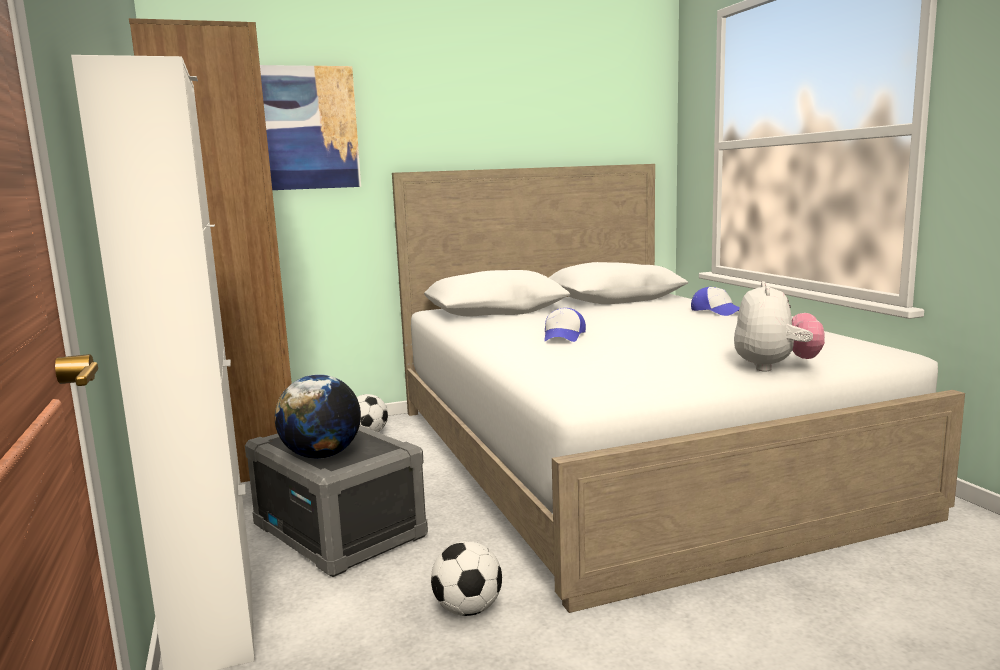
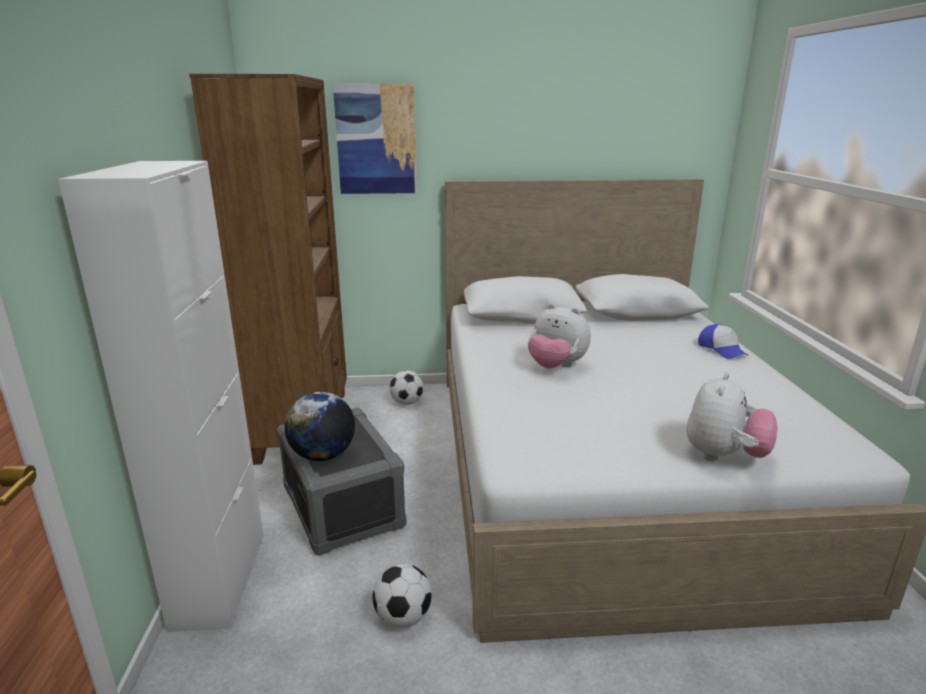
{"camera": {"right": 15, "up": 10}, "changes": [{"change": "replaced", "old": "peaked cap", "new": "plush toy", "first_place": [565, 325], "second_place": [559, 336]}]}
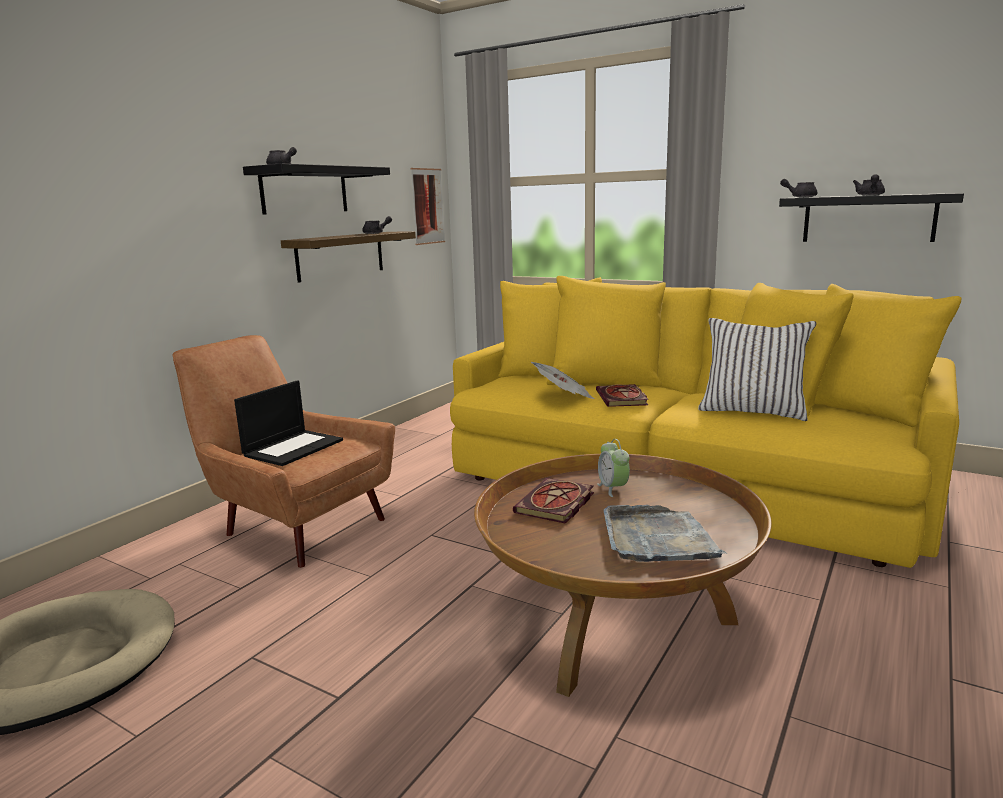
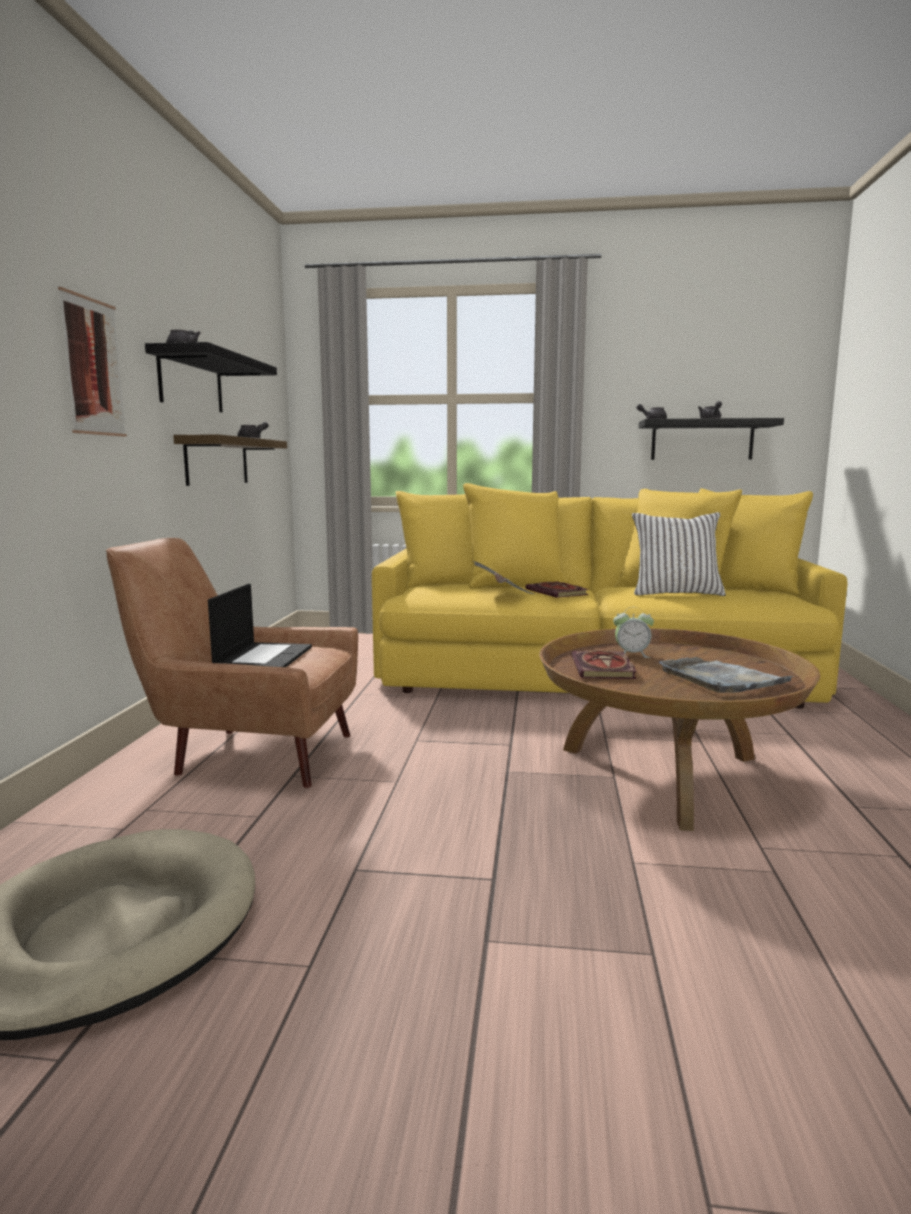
{"camera": {"right": -25, "up": -5}, "changes": [{"change": "moved", "old": "wall art", "first_place": [428, 206], "second_place": [92, 362]}, {"change": "turned", "old": "alarm clock", "first_place": [613, 468], "second_place": [633, 632], "degrees": -45}]}
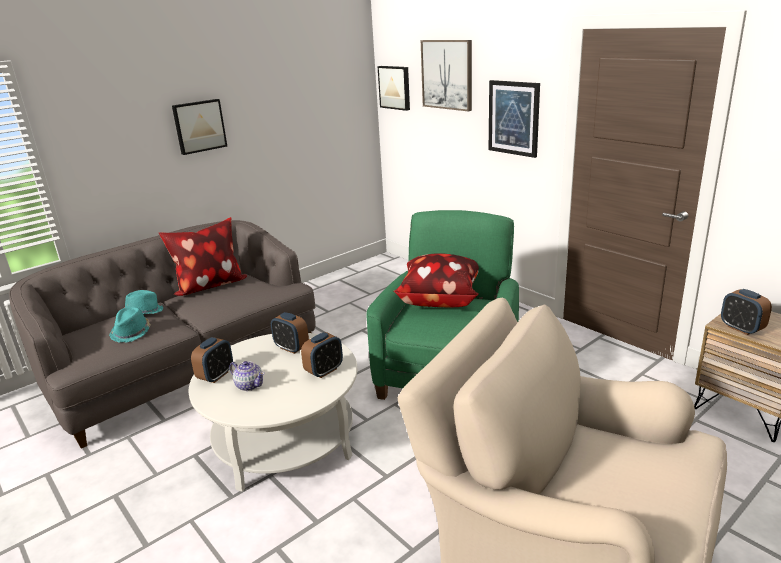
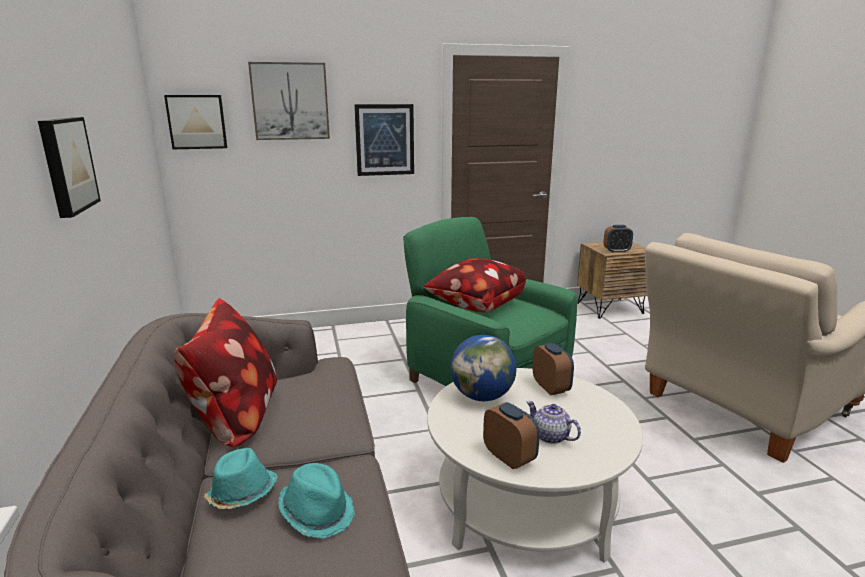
{"camera": {"right": -65, "up": -5}, "changes": [{"change": "turned", "old": "teapot", "first_place": [247, 376], "second_place": [554, 422], "degrees": -105}, {"change": "replaced", "old": "alarm clock", "new": "world globe", "first_place": [290, 333], "second_place": [483, 368]}]}
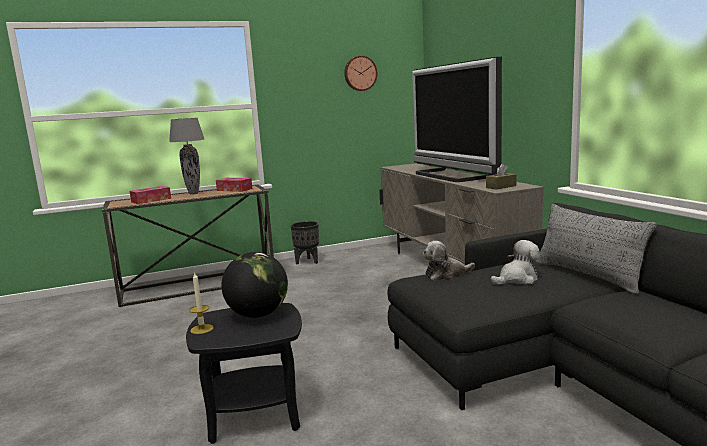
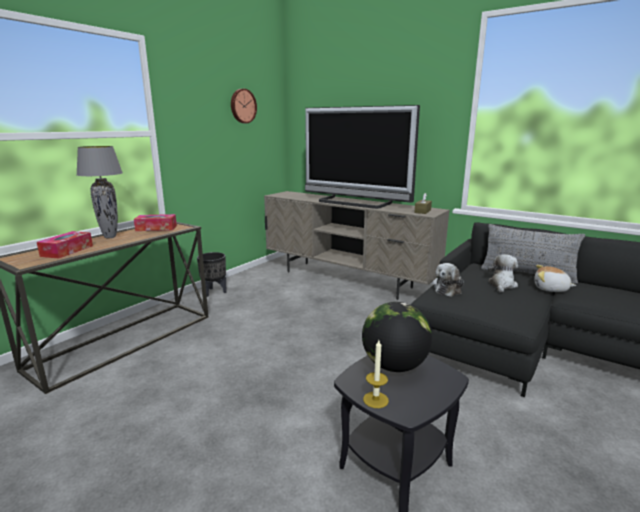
{"camera": {"right": -35, "up": 5}, "changes": [{"change": "added", "new": "plush toy", "second_place": [555, 278]}]}
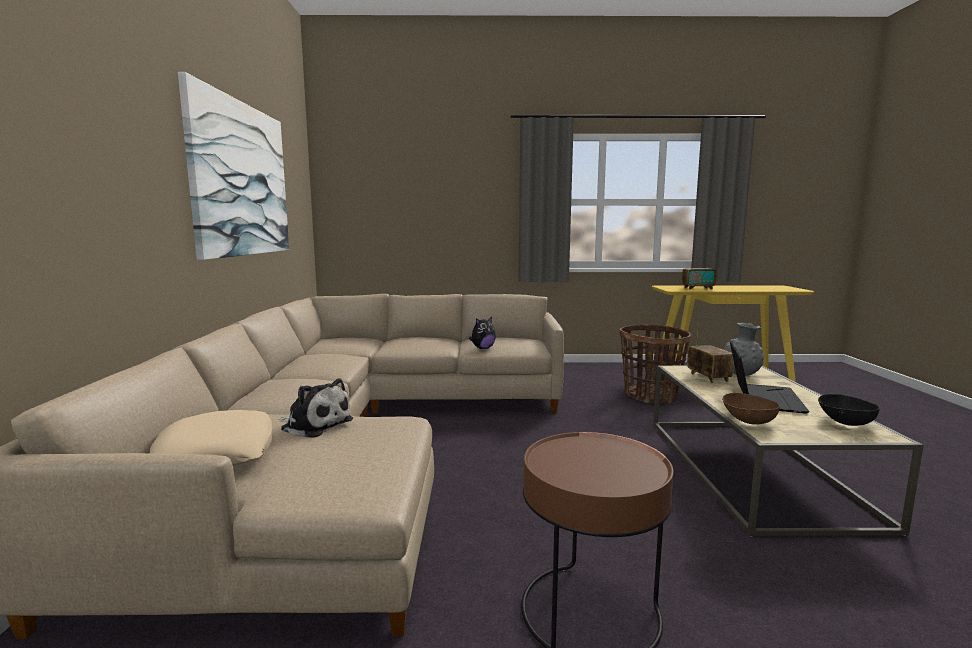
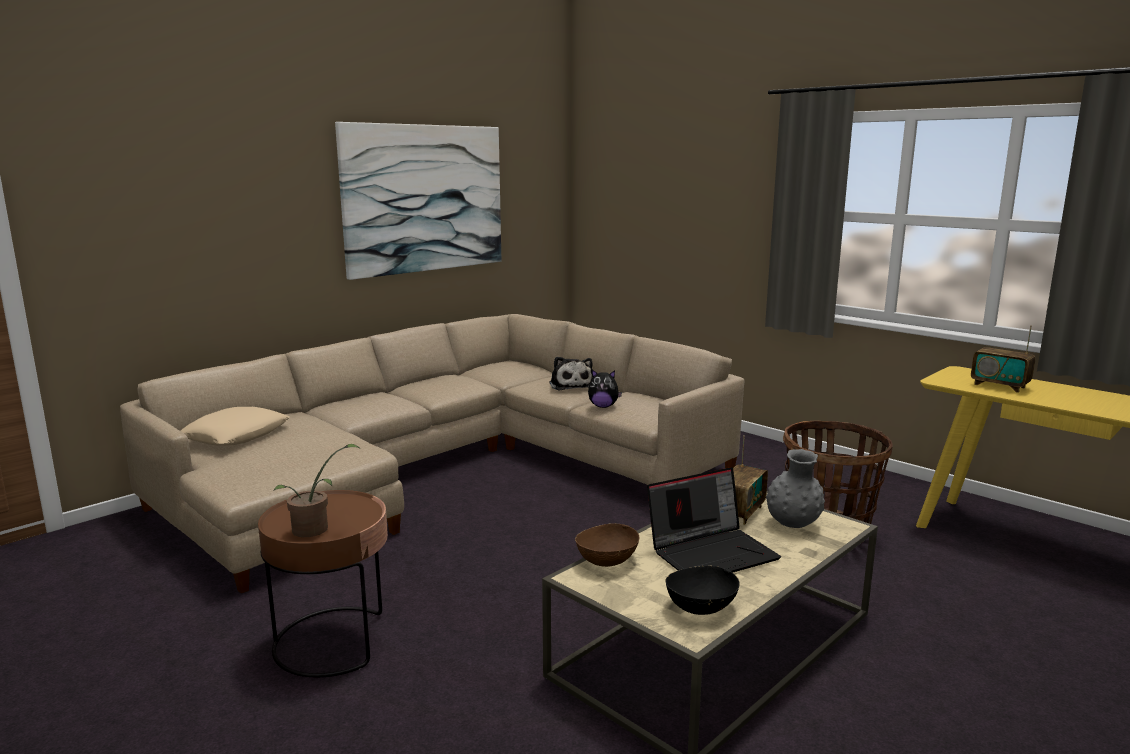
{"camera": {"right": 45, "up": 5}, "changes": [{"change": "moved", "old": "plush toy", "first_place": [315, 408], "second_place": [571, 374]}, {"change": "added", "new": "potted plant", "second_place": [316, 490]}]}
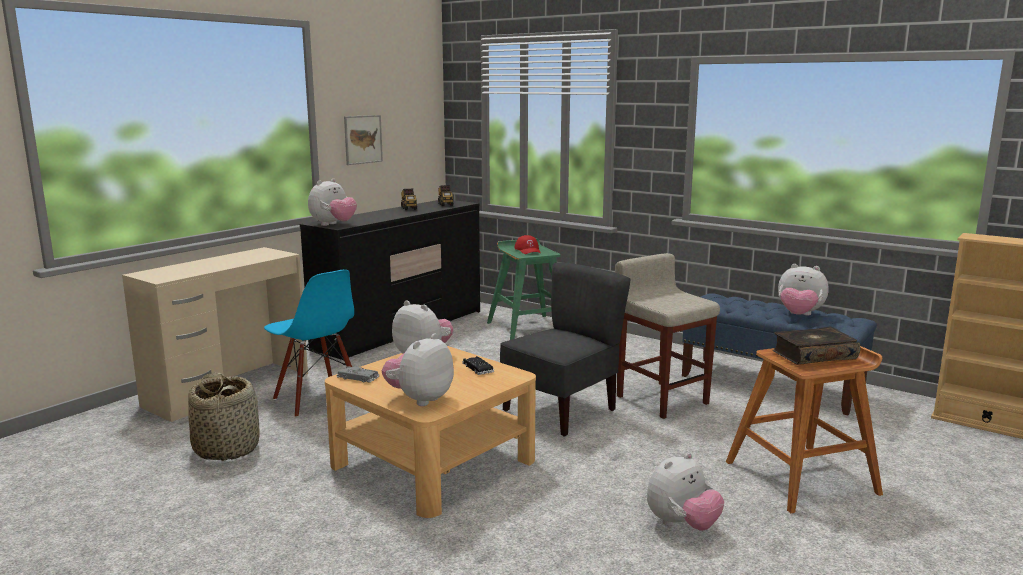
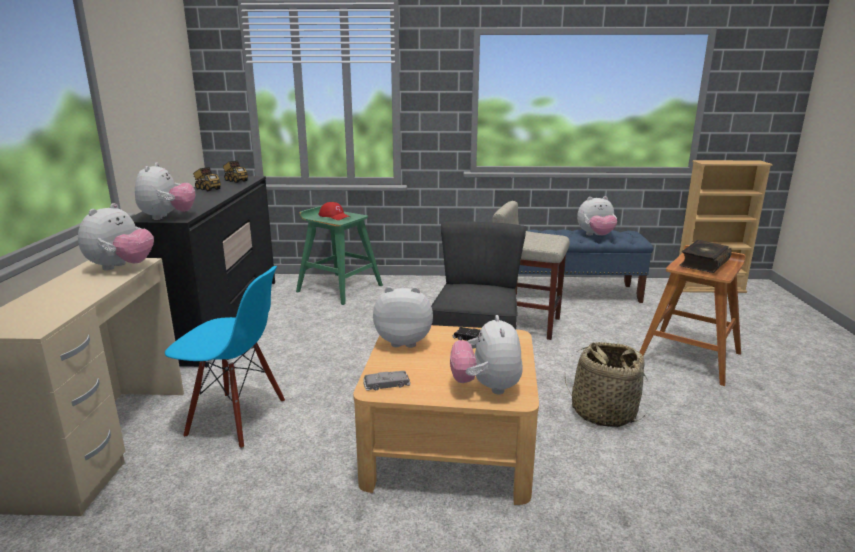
{"camera": {"right": -35, "up": 5}, "changes": [{"change": "moved", "old": "basket", "first_place": [224, 416], "second_place": [606, 384]}, {"change": "removed", "old": "wall art", "first_place": [363, 140]}, {"change": "moved", "old": "plush toy", "first_place": [685, 492], "second_place": [116, 236]}]}
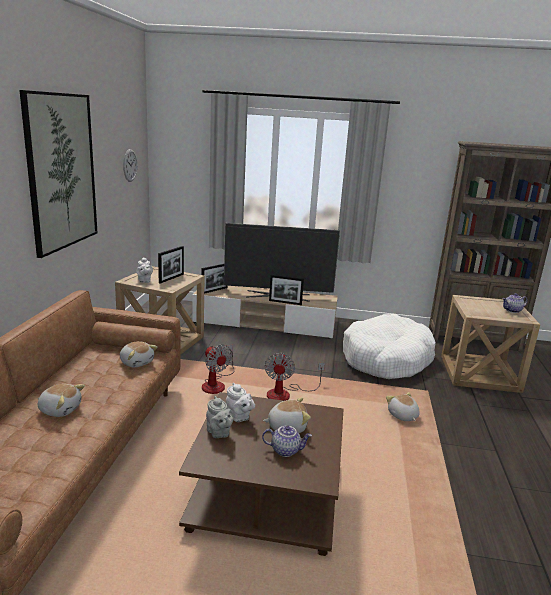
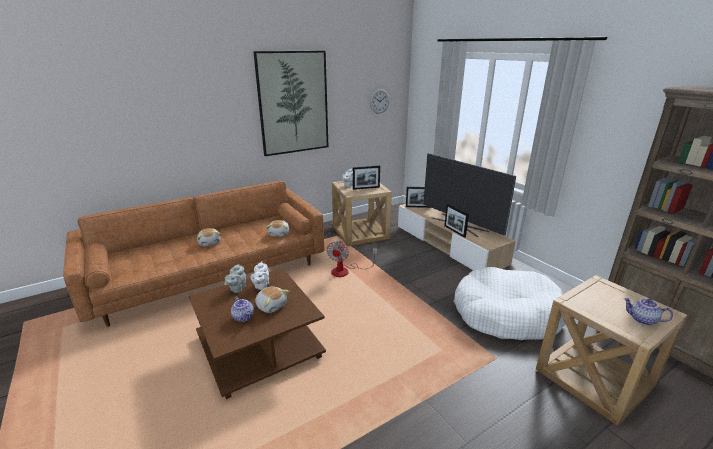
{"camera": {"right": 50, "up": 5}, "changes": [{"change": "removed", "old": "electric fan", "first_place": [294, 376]}, {"change": "removed", "old": "plush toy", "first_place": [403, 406]}]}
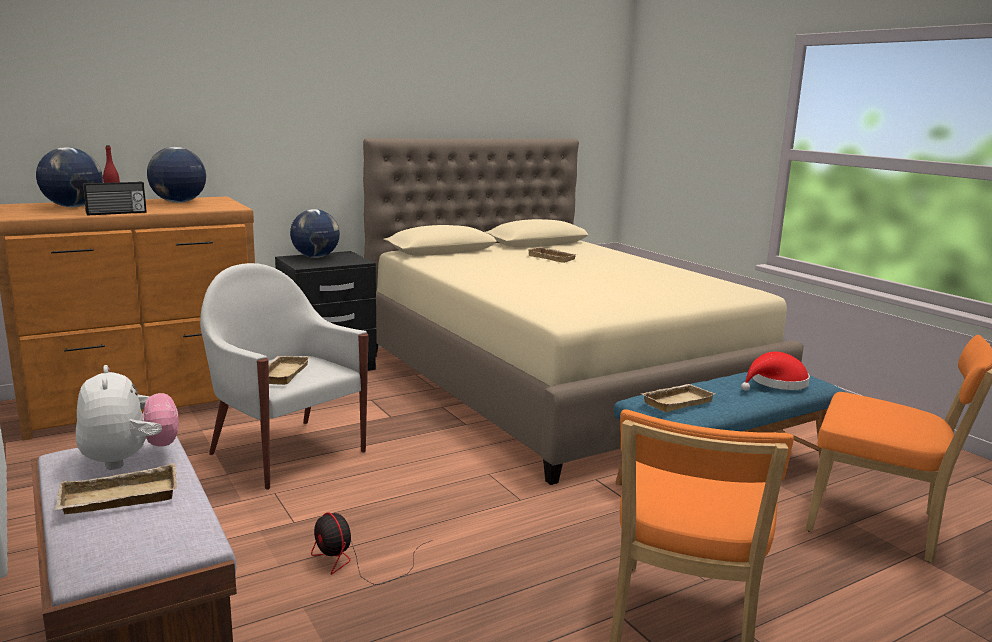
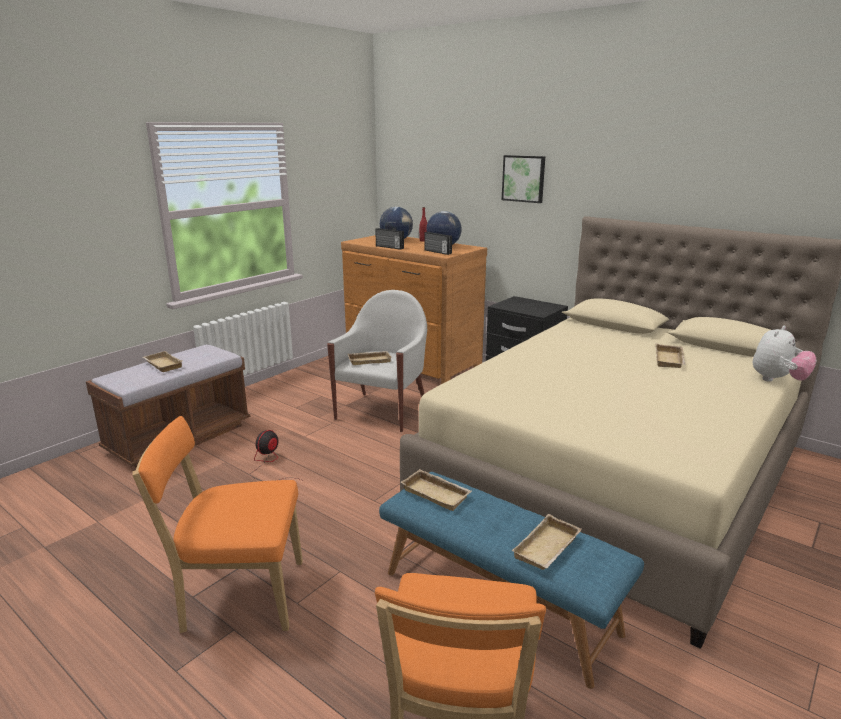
{"camera": {"right": 70, "up": 5}, "changes": [{"change": "moved", "old": "plush toy", "first_place": [127, 417], "second_place": [785, 354]}, {"change": "removed", "old": "world globe", "first_place": [315, 233]}, {"change": "replaced", "old": "red clothing hat", "new": "beige serving tray", "first_place": [775, 371], "second_place": [546, 542]}, {"change": "added", "new": "radio set", "second_place": [438, 243]}, {"change": "added", "new": "wall art", "second_place": [523, 179]}]}
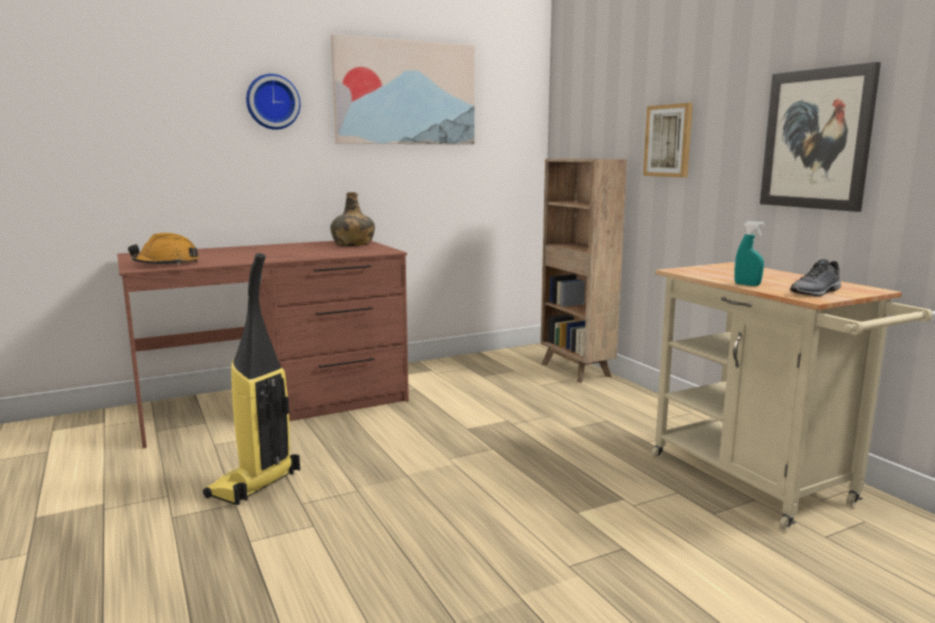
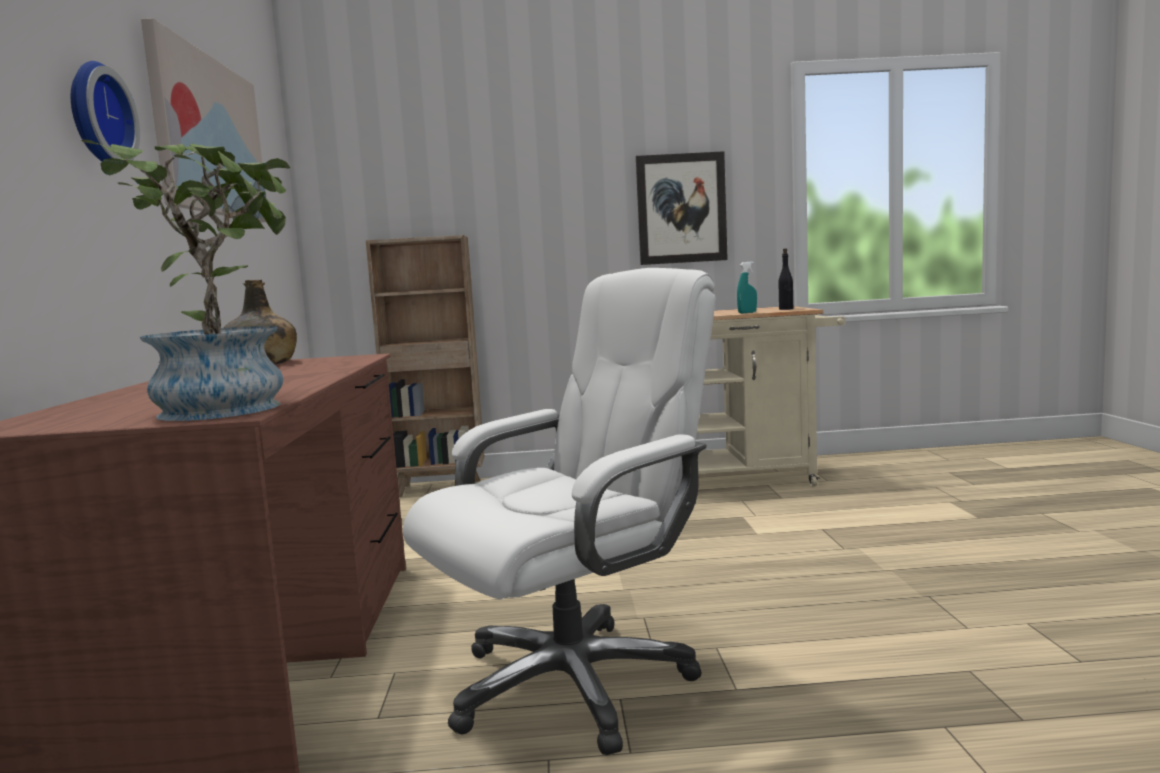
{"camera": {"right": -65, "up": -5}, "changes": [{"change": "replaced", "old": "orangey work helmet", "new": "potted plant", "first_place": [163, 249], "second_place": [185, 280]}, {"change": "replaced", "old": "vacuum cleaner", "new": "white office chair", "first_place": [251, 379], "second_place": [559, 511]}, {"change": "removed", "old": "wall art", "first_place": [668, 140]}, {"change": "replaced", "old": "gray item of footwear", "new": "black-coloured beverage bottle", "first_place": [815, 277], "second_place": [785, 279]}]}
